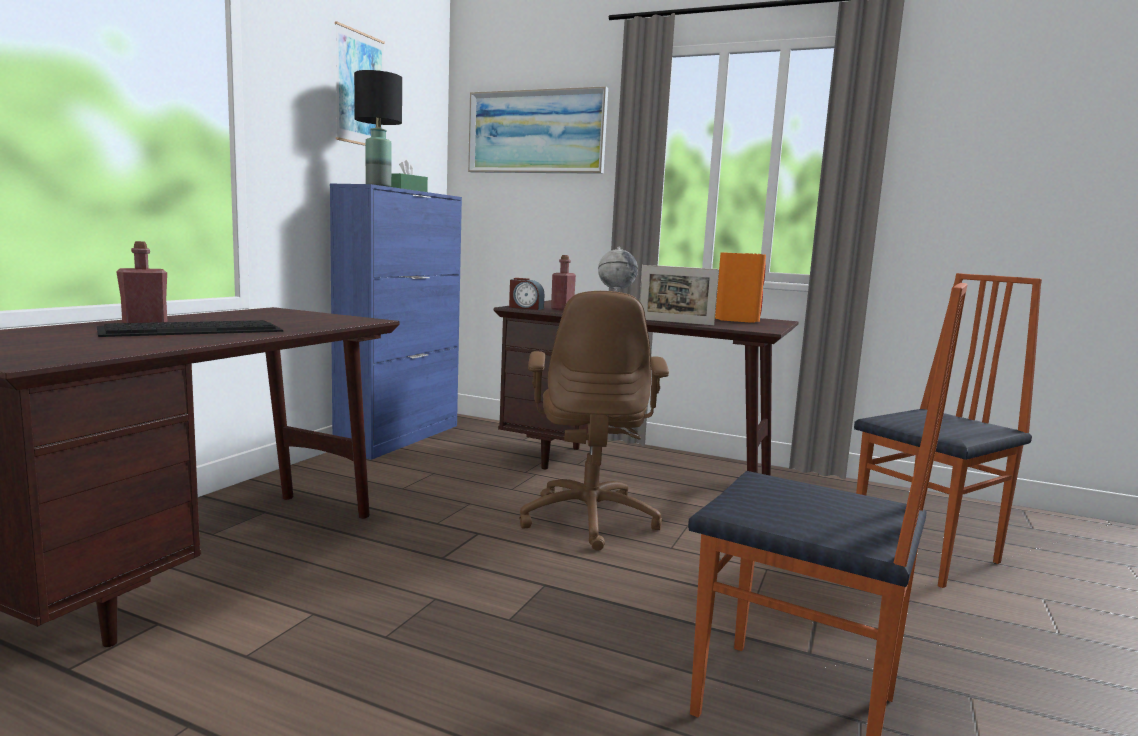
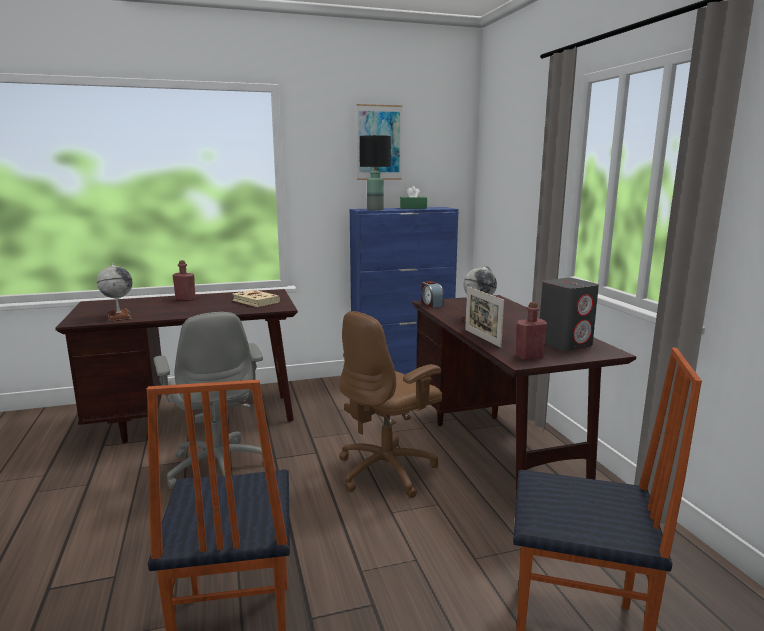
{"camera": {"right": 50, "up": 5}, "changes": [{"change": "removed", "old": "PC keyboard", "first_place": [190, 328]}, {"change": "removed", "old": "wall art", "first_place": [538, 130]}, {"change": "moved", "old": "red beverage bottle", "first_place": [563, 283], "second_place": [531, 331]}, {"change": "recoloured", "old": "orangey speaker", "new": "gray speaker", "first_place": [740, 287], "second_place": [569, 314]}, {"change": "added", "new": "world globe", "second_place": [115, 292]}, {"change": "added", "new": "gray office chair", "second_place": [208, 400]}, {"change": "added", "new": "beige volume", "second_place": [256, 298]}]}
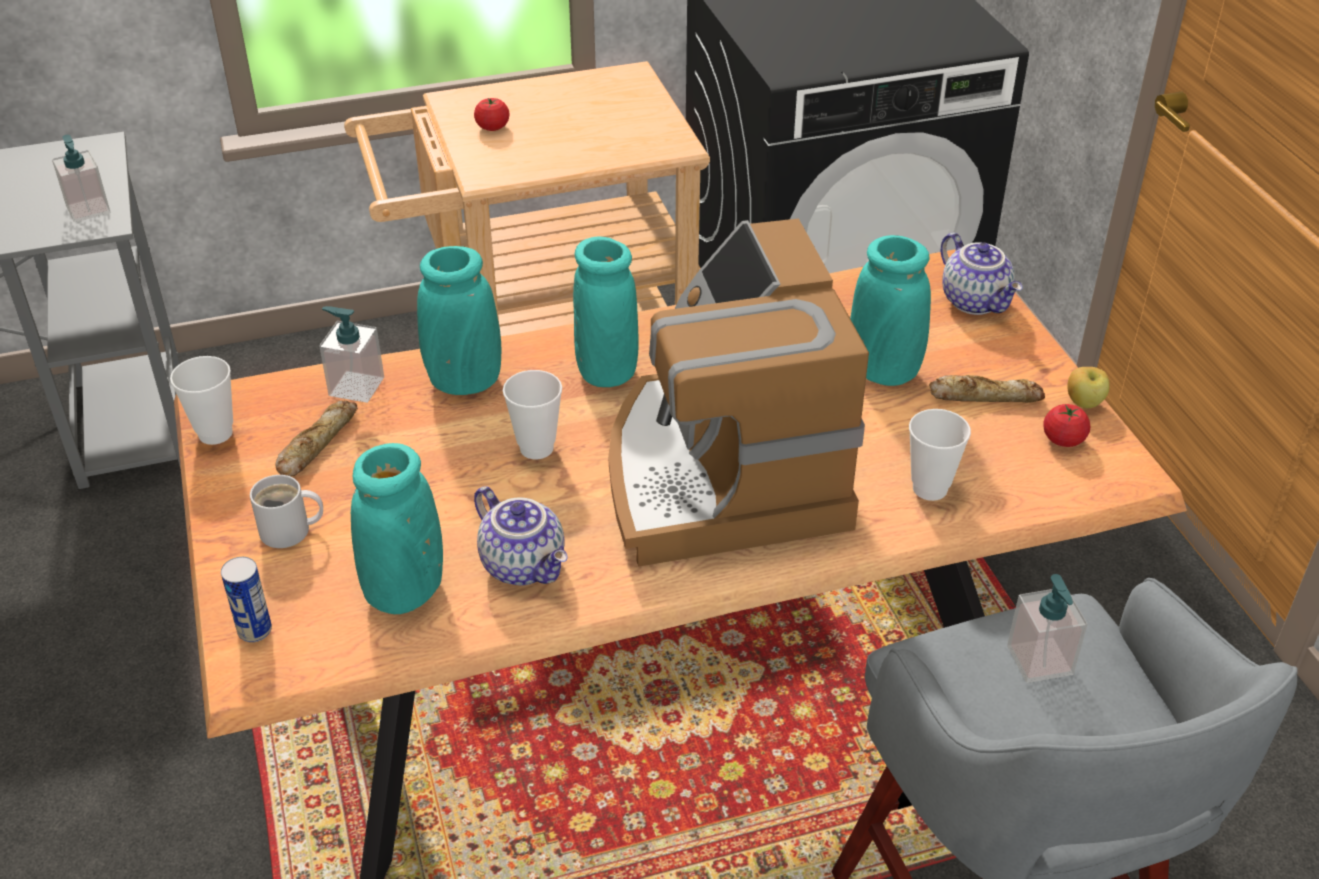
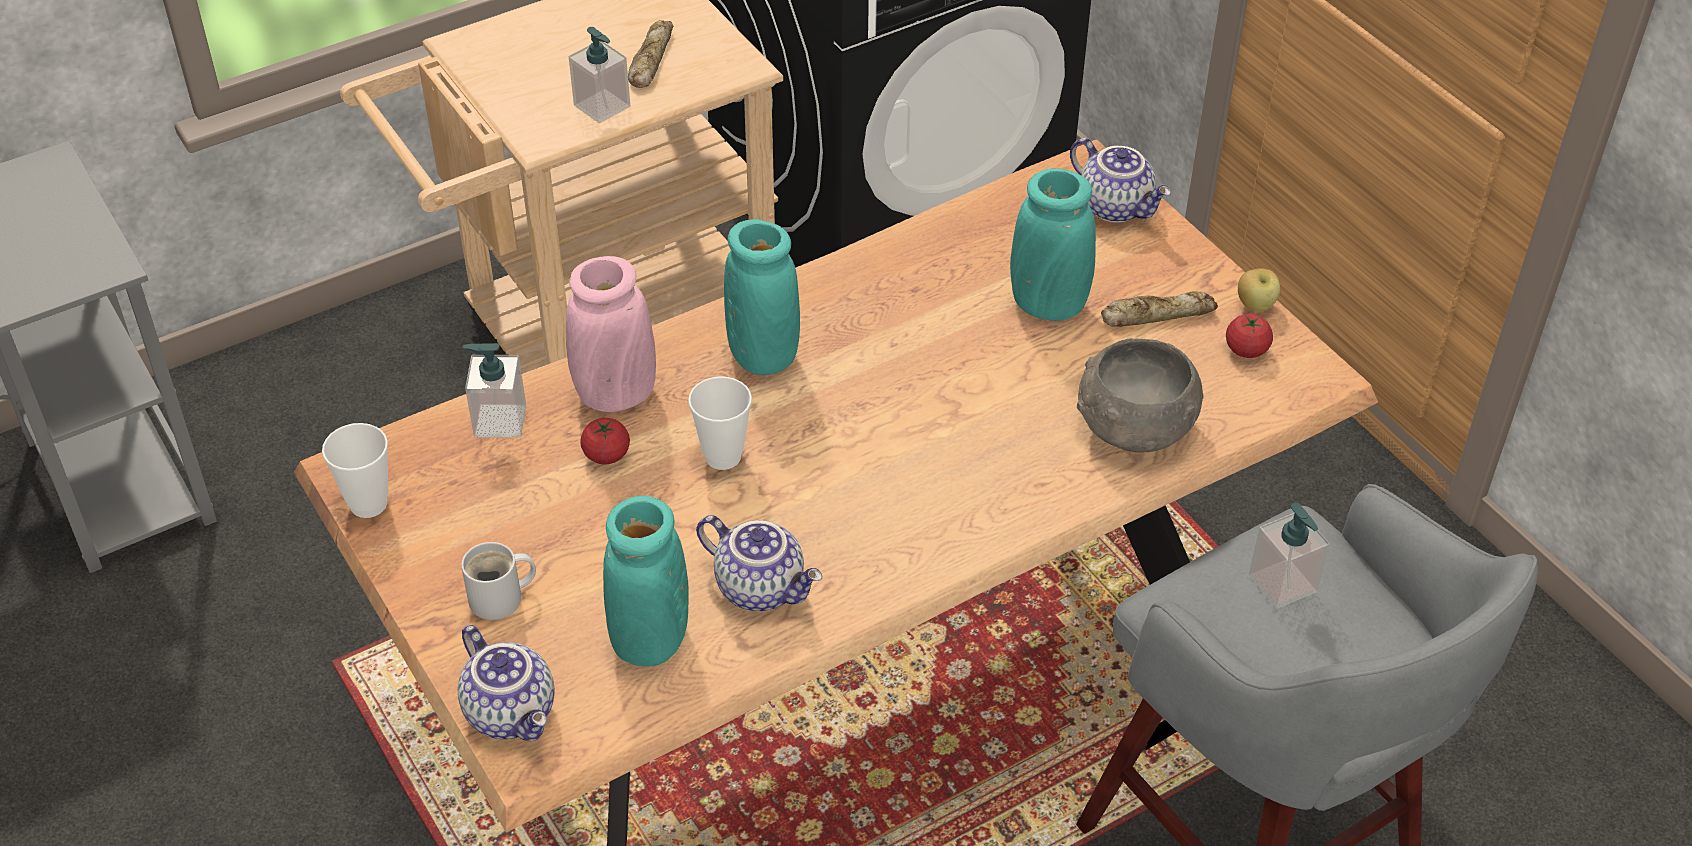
{"camera": {"right": -15, "up": 5}, "changes": [{"change": "moved", "old": "soap bottle", "first_place": [81, 178], "second_place": [599, 75]}, {"change": "replaced", "old": "metal can", "new": "teapot", "first_place": [246, 599], "second_place": [506, 683]}, {"change": "moved", "old": "bakery bread", "first_place": [316, 438], "second_place": [650, 54]}, {"change": "recoloured", "old": "blue-green vase", "new": "pink-coloured vase", "first_place": [459, 320], "second_place": [611, 334]}, {"change": "moved", "old": "fresh tomato", "first_place": [492, 114], "second_place": [605, 441]}, {"change": "removed", "old": "coffee machine", "first_place": [738, 392]}, {"change": "replaced", "old": "small cup", "new": "gray bowl", "first_place": [940, 455], "second_place": [1140, 395]}]}
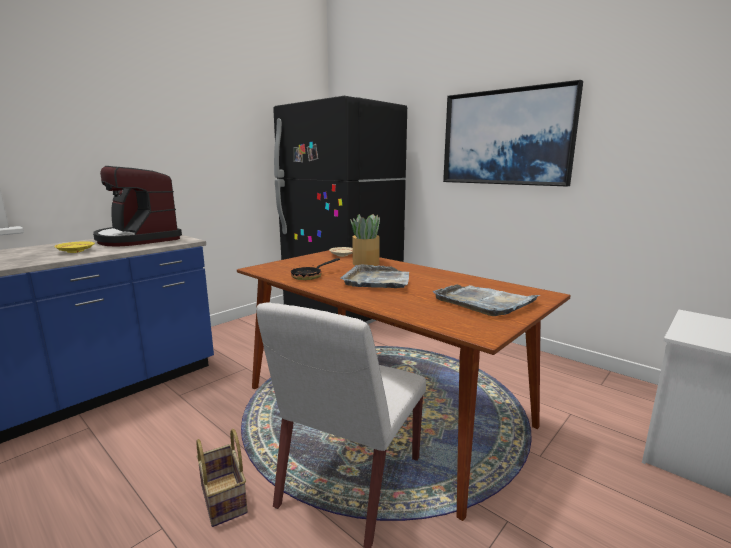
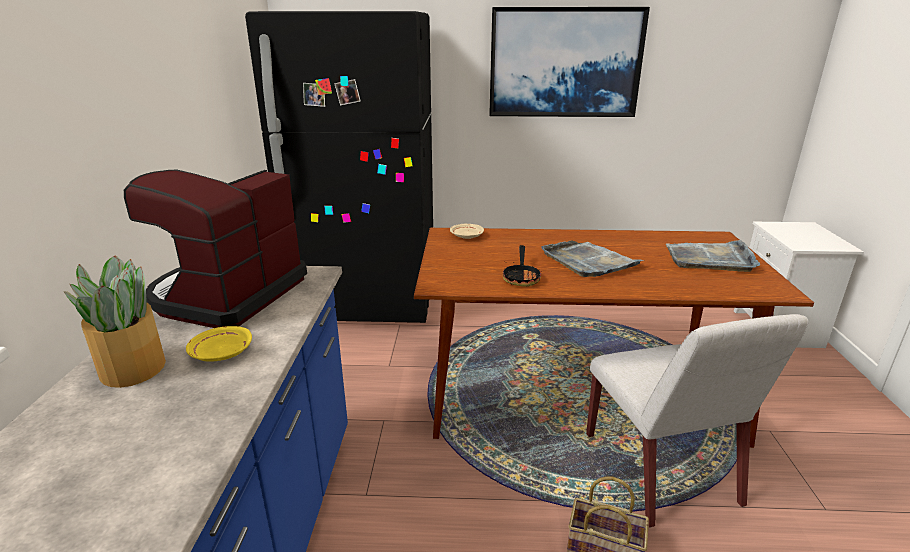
{"camera": {"right": -40, "up": 10}, "changes": [{"change": "turned", "old": "coffee machine", "first_place": [137, 206], "second_place": [215, 248], "degrees": 105}, {"change": "moved", "old": "potted plant", "first_place": [365, 240], "second_place": [115, 321]}]}
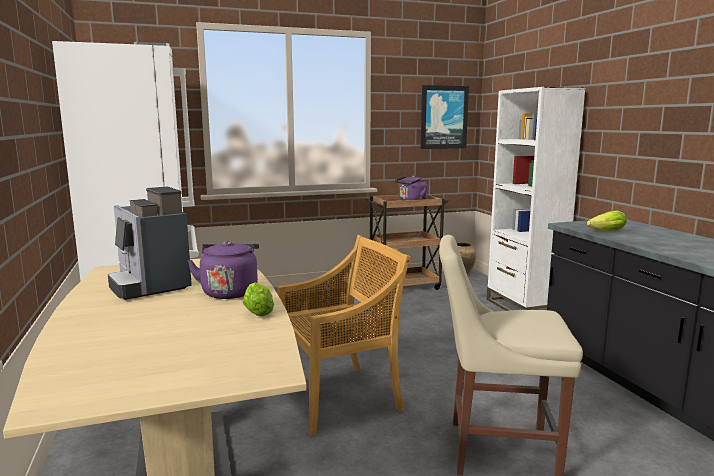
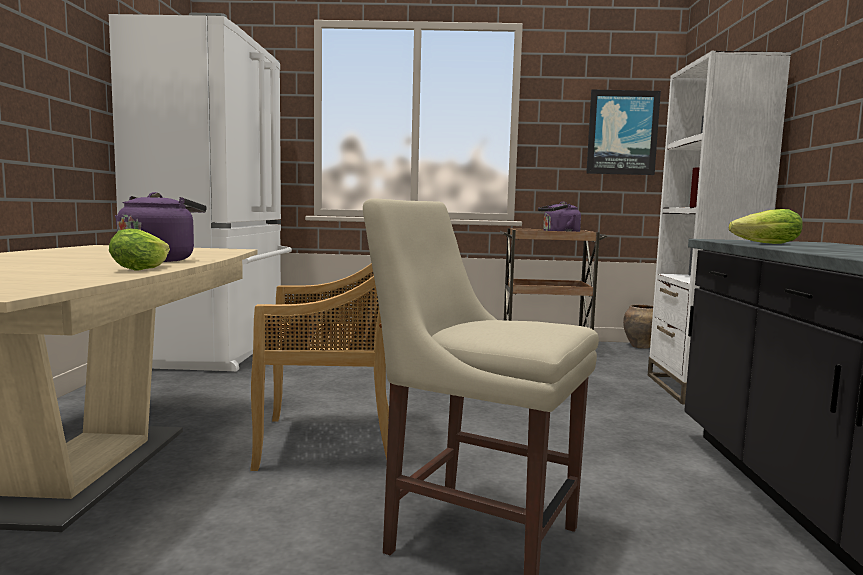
{"camera": {"right": 20, "up": -5}, "changes": [{"change": "removed", "old": "coffee machine", "first_place": [150, 243]}]}
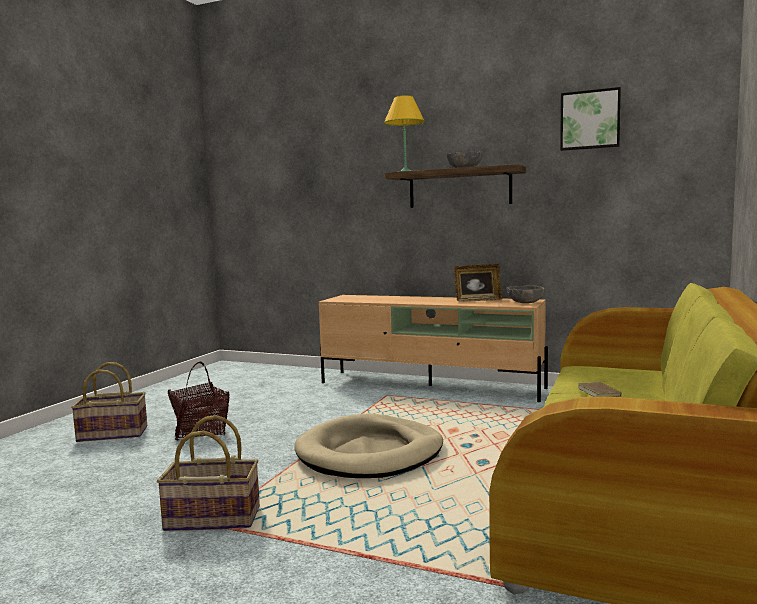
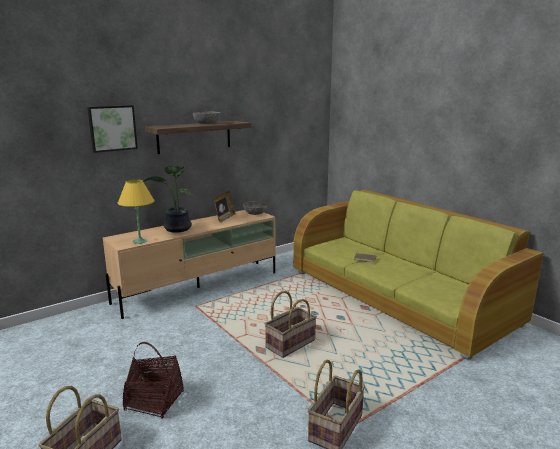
{"camera": {"right": -60, "up": 10}, "changes": [{"change": "replaced", "old": "beige dog bed", "new": "basket", "first_place": [368, 446], "second_place": [291, 324]}, {"change": "moved", "old": "yellowish lamp for a table", "first_place": [404, 133], "second_place": [136, 211]}, {"change": "moved", "old": "wall art", "first_place": [590, 119], "second_place": [112, 129]}, {"change": "added", "new": "potted plant", "second_place": [169, 199]}]}
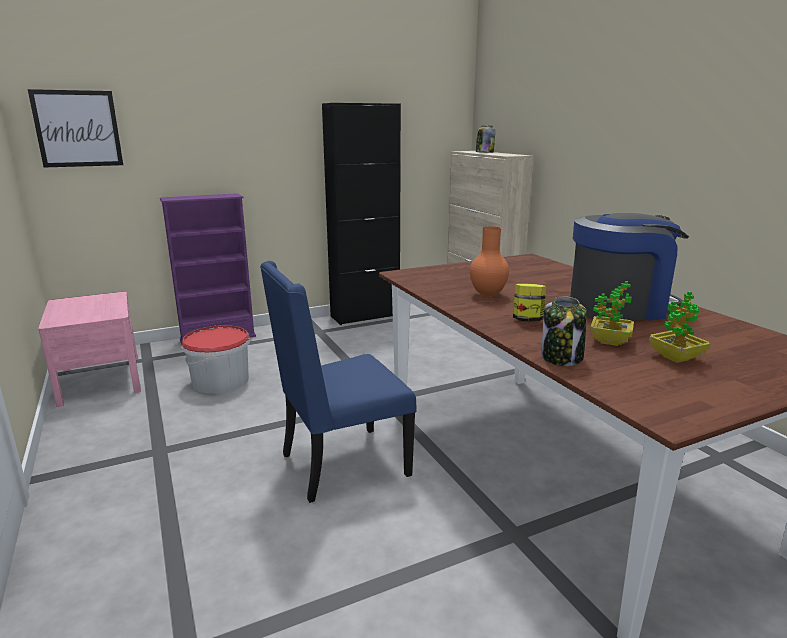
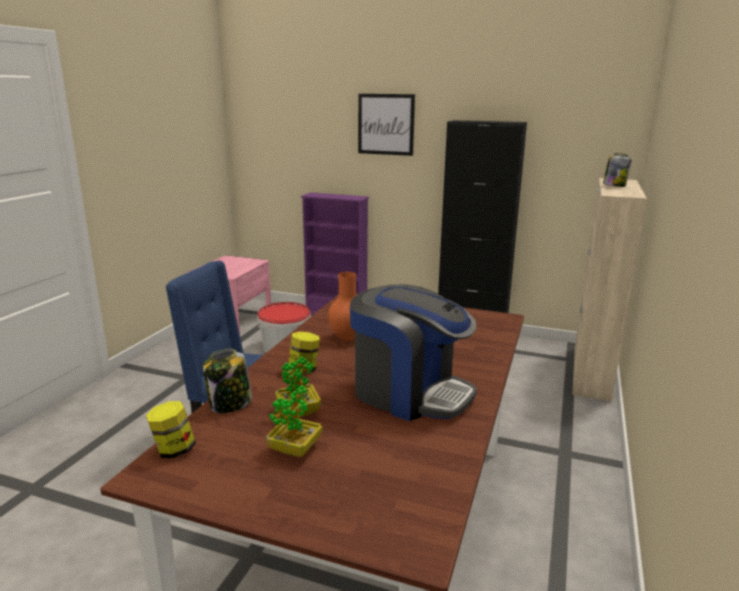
{"camera": {"right": 45, "up": 0}, "changes": [{"change": "moved", "old": "wall art", "first_place": [75, 128], "second_place": [386, 125]}, {"change": "added", "new": "jar", "second_place": [171, 429]}]}
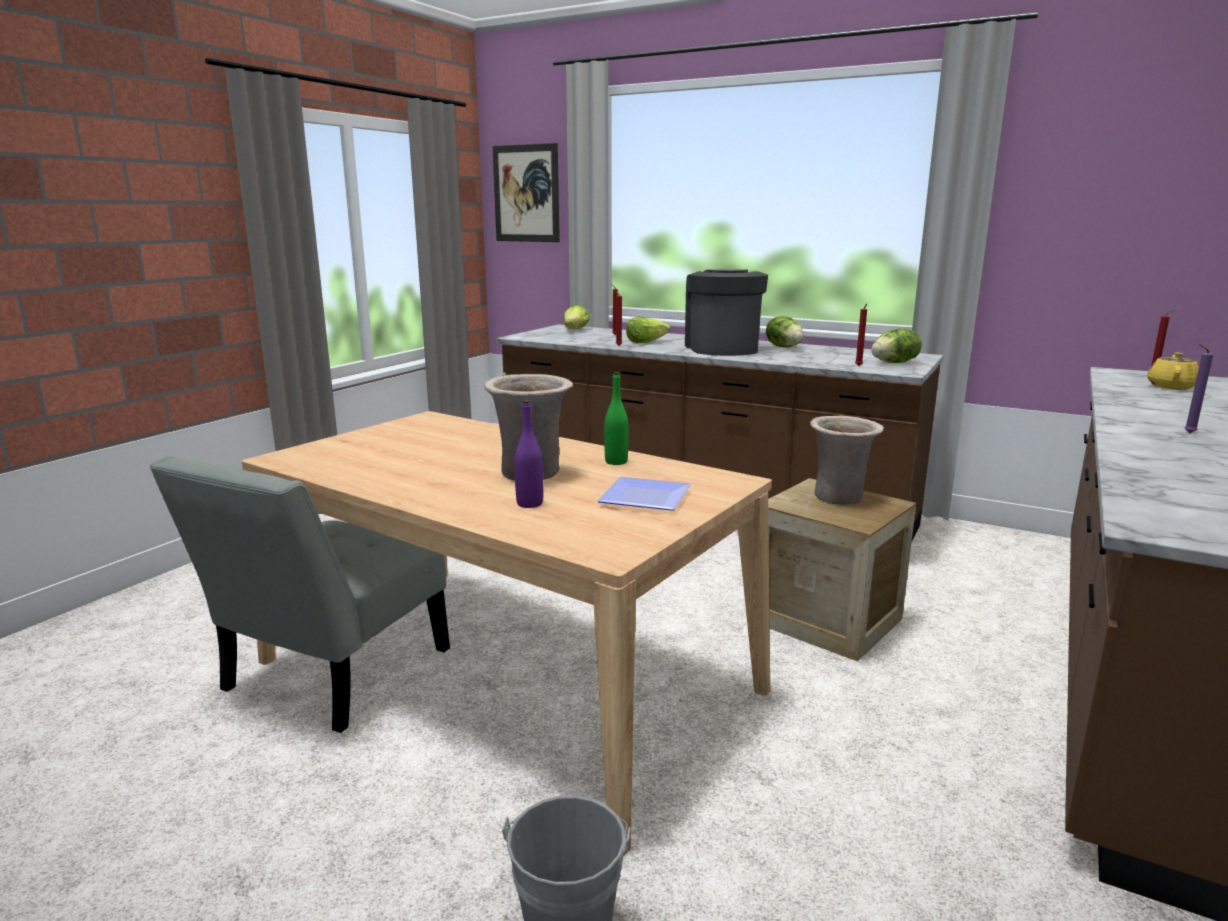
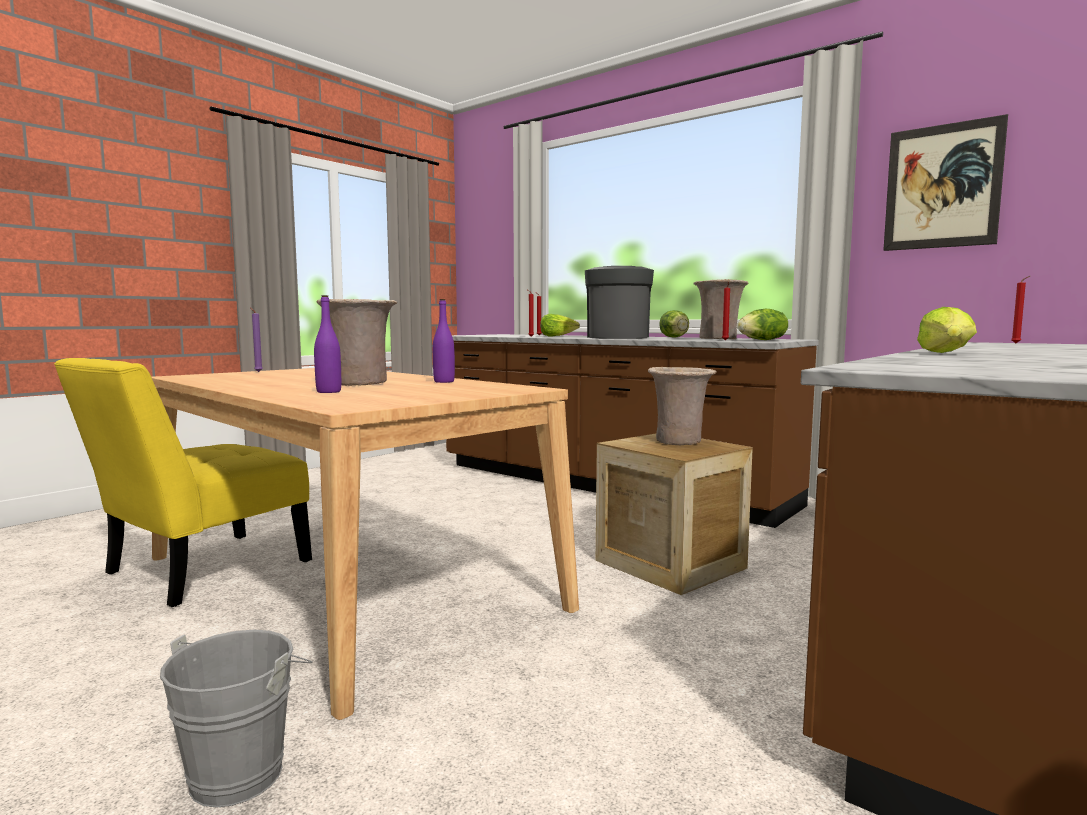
{"camera": {"right": 10, "up": -10}, "changes": [{"change": "recoloured", "old": "gray chair", "new": "yellowish chair", "first_place": [300, 594], "second_place": [183, 482]}, {"change": "moved", "old": "wall art", "first_place": [526, 192], "second_place": [945, 182]}, {"change": "moved", "old": "lettuce head", "first_place": [577, 317], "second_place": [947, 330]}, {"change": "removed", "old": "dinner plate", "first_place": [644, 494]}, {"change": "recoloured", "old": "greenish beverage bottle", "new": "purple-coloured beverage bottle", "first_place": [616, 418], "second_place": [444, 341]}, {"change": "removed", "old": "yellowish teapot", "first_place": [1173, 371]}, {"change": "moved", "old": "purple-coloured wax light", "first_place": [1198, 388], "second_place": [256, 339]}, {"change": "added", "new": "beige vase", "second_place": [720, 309]}]}
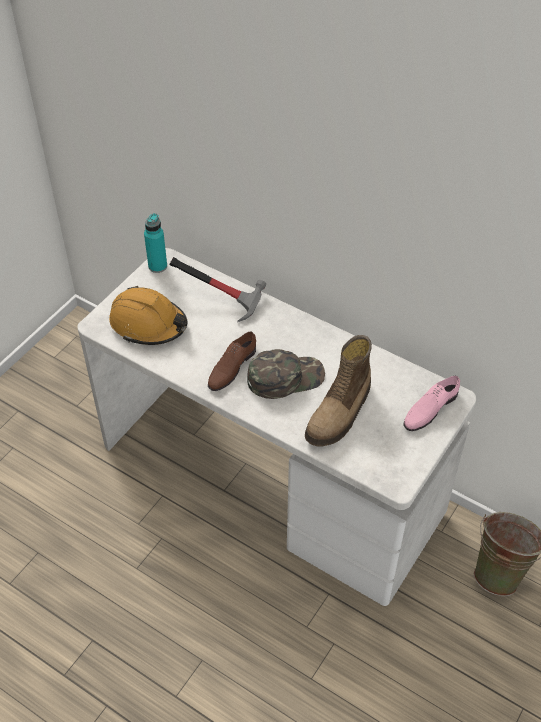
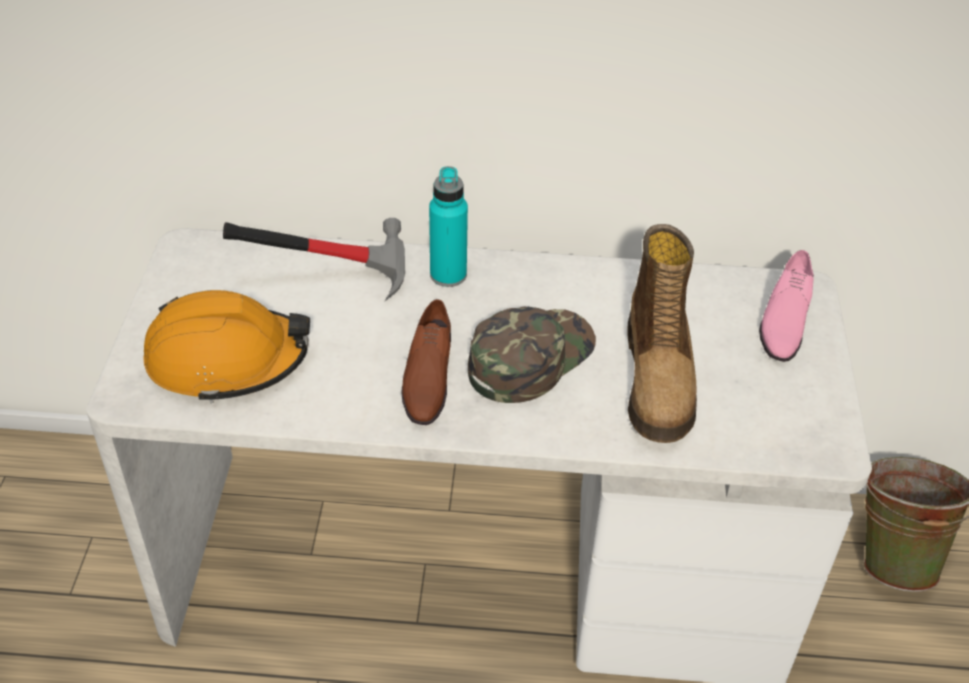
{"camera": {"right": -30, "up": -5}, "changes": [{"change": "moved", "old": "blue-green beverage bottle", "first_place": [155, 243], "second_place": [448, 226]}]}
